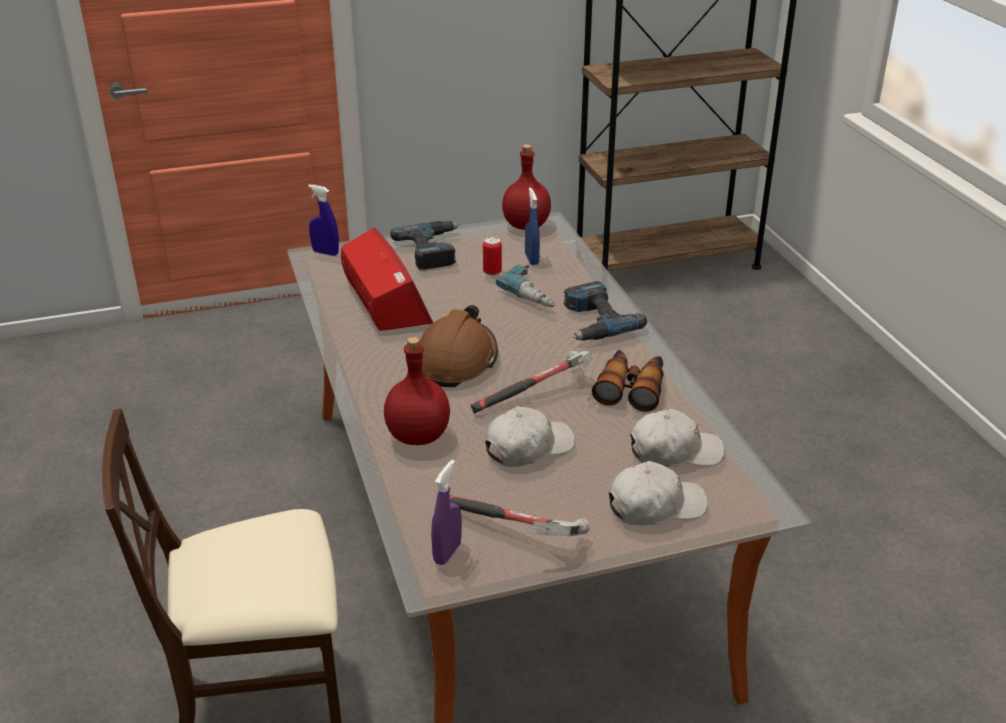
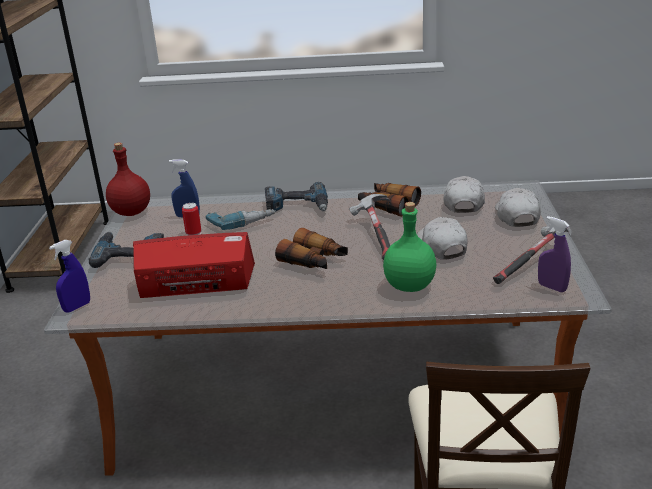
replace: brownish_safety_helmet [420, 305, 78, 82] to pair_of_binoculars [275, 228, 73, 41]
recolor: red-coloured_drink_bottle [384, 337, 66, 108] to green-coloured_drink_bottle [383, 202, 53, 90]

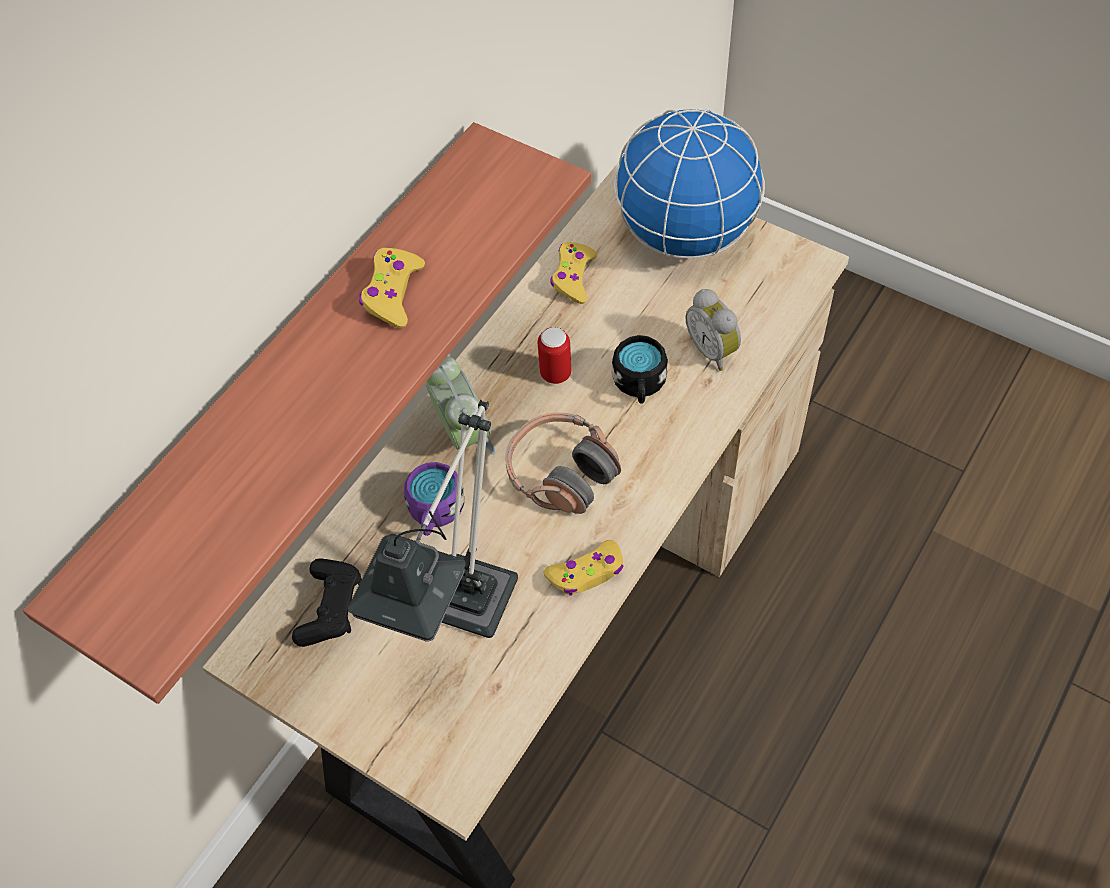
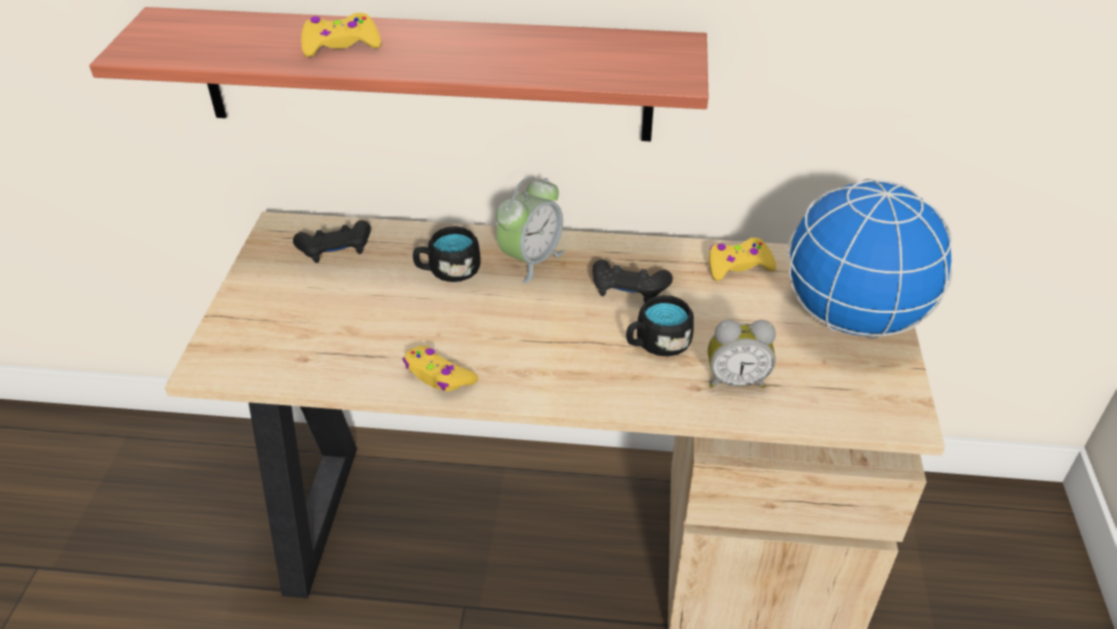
delete: table_lamp [348, 399, 170, 243]; headset [505, 413, 116, 101]
move: yellow-coloured_gamepad [359, 248, 66, 80] to [301, 13, 80, 44]
replace: can [538, 327, 33, 57] to black_gamepad [593, 259, 80, 43]
recolor: purple-coloured_mug [404, 462, 60, 74] to black_mug [413, 226, 67, 56]
rotate: alarm_clock [686, 289, 55, 82] = [708, 320, 68, 68] 120 degrees counterclockwise

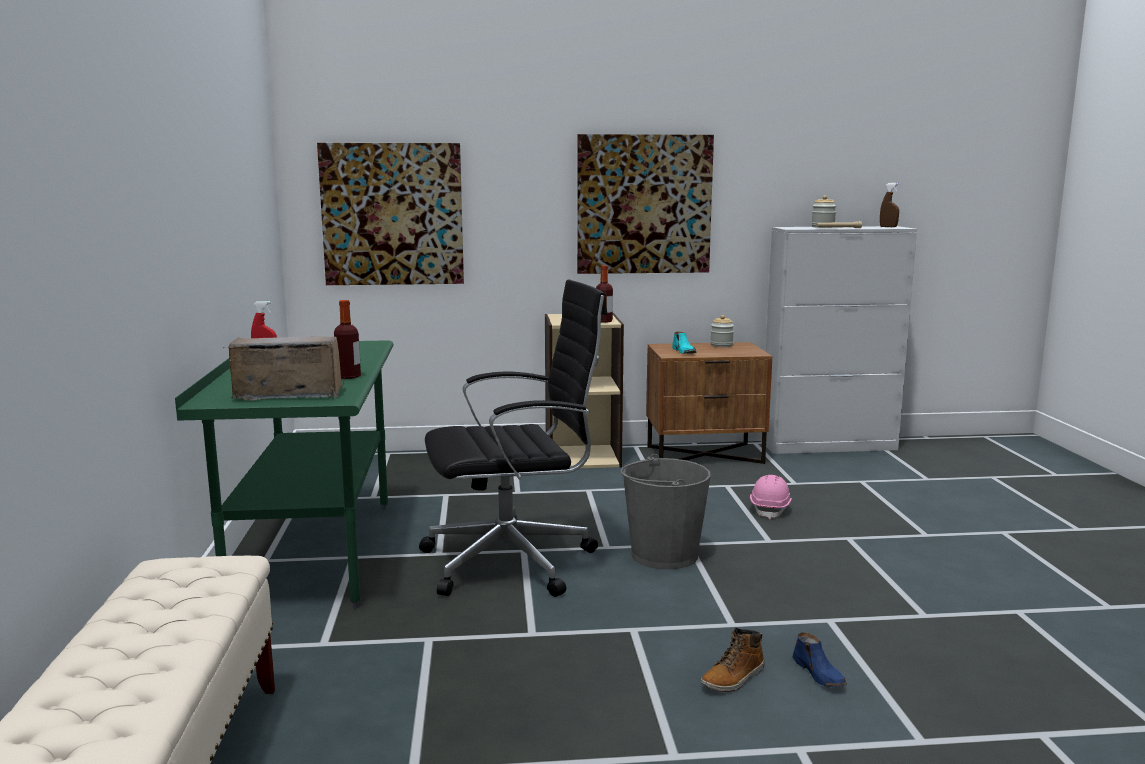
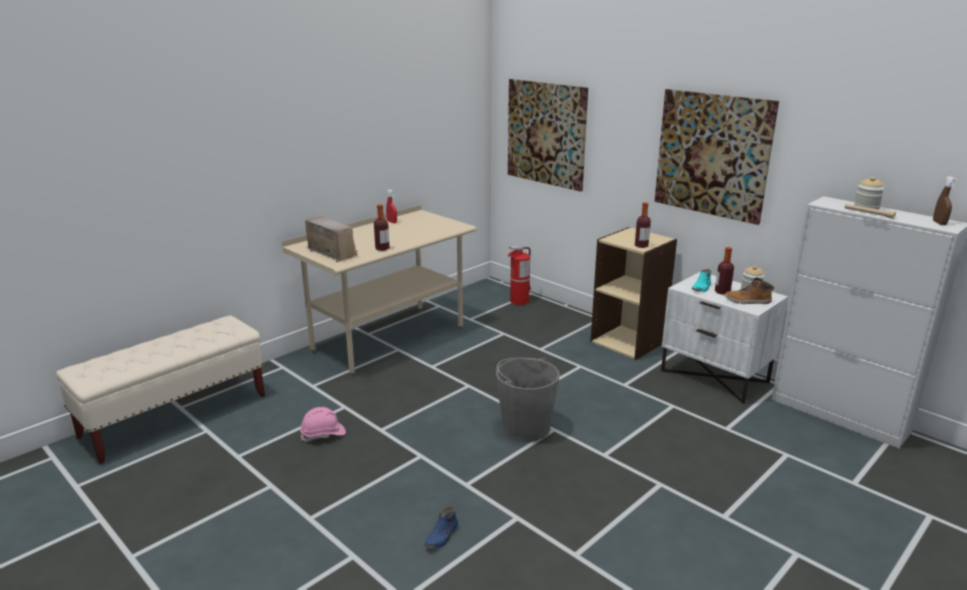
delete: black_desk_chair [419, 279, 188, 318]
insert: fire-fighting_cylinder [508, 246, 23, 59]; drink_bottle [715, 247, 19, 48]
move: pink-coloured_safety_helmet [750, 475, 42, 44] to [300, 407, 46, 35]; tall_boot [701, 628, 64, 64] to [725, 277, 49, 27]
recolor: green-coloured_desk [175, 340, 219, 268] to beige-coloured_desk [282, 205, 194, 171]; brownish_bedside_table [646, 342, 126, 122] to white_bedside_table [661, 272, 127, 132]

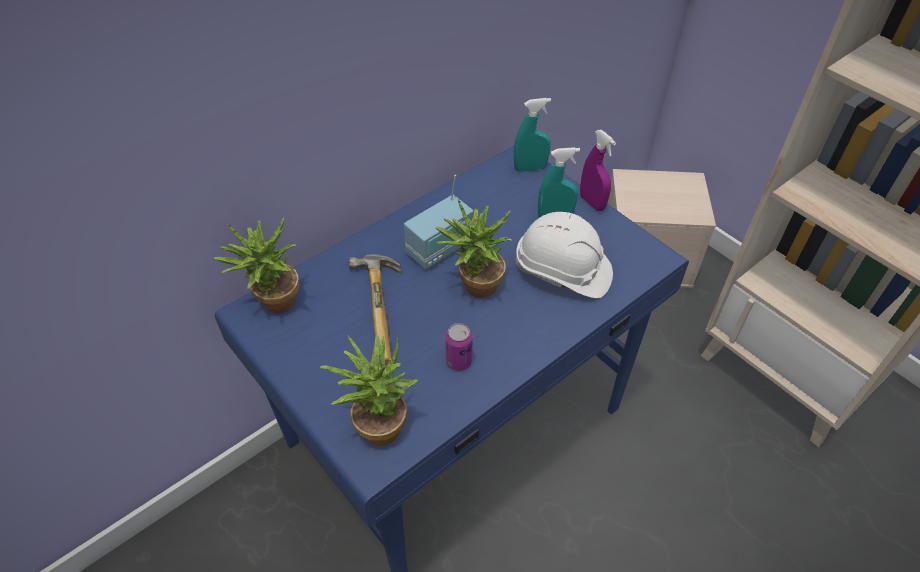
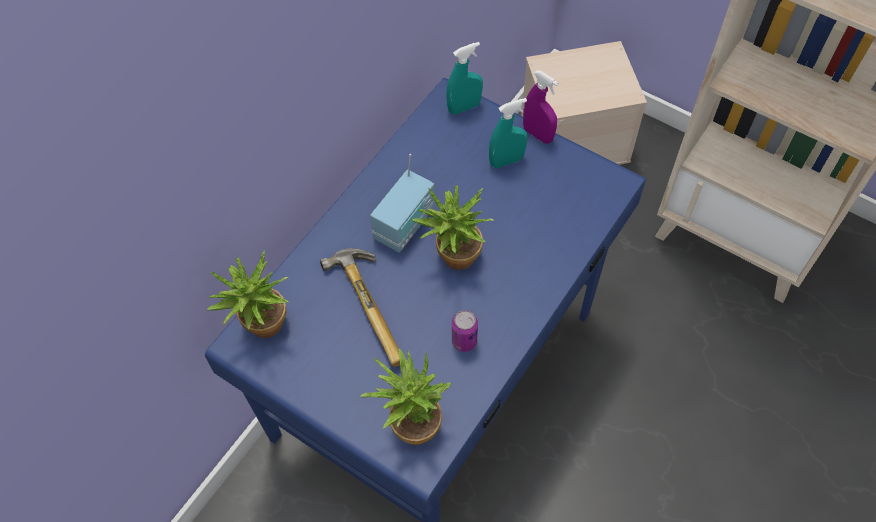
delete: white_safety_helmet [515, 212, 98, 86]

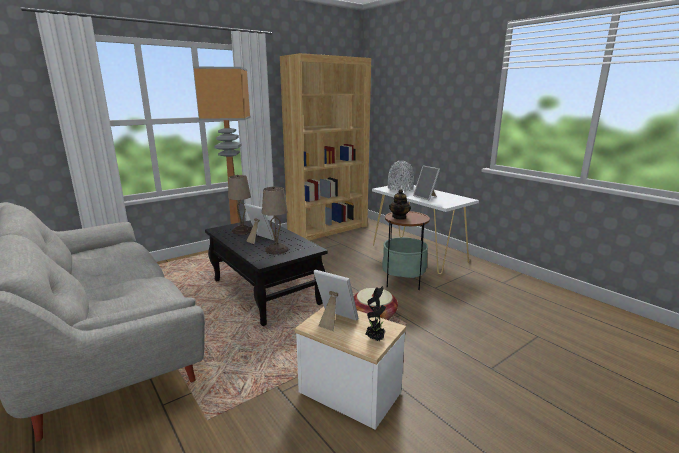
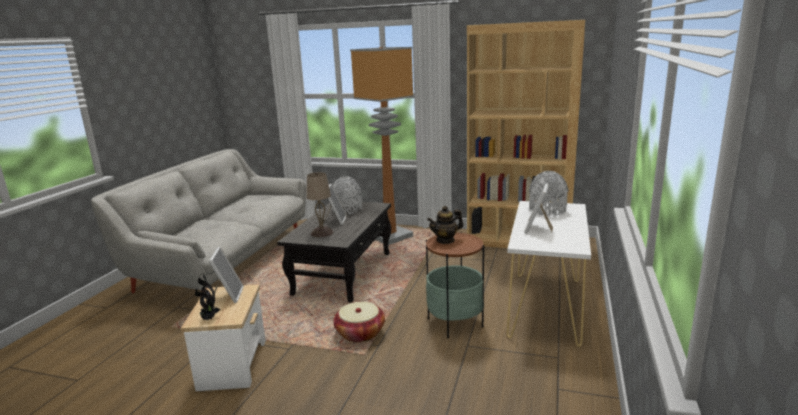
replace: beige-coloured_table_lamp [228, 175, 24, 60] to gray_flower_vase [332, 176, 30, 38]

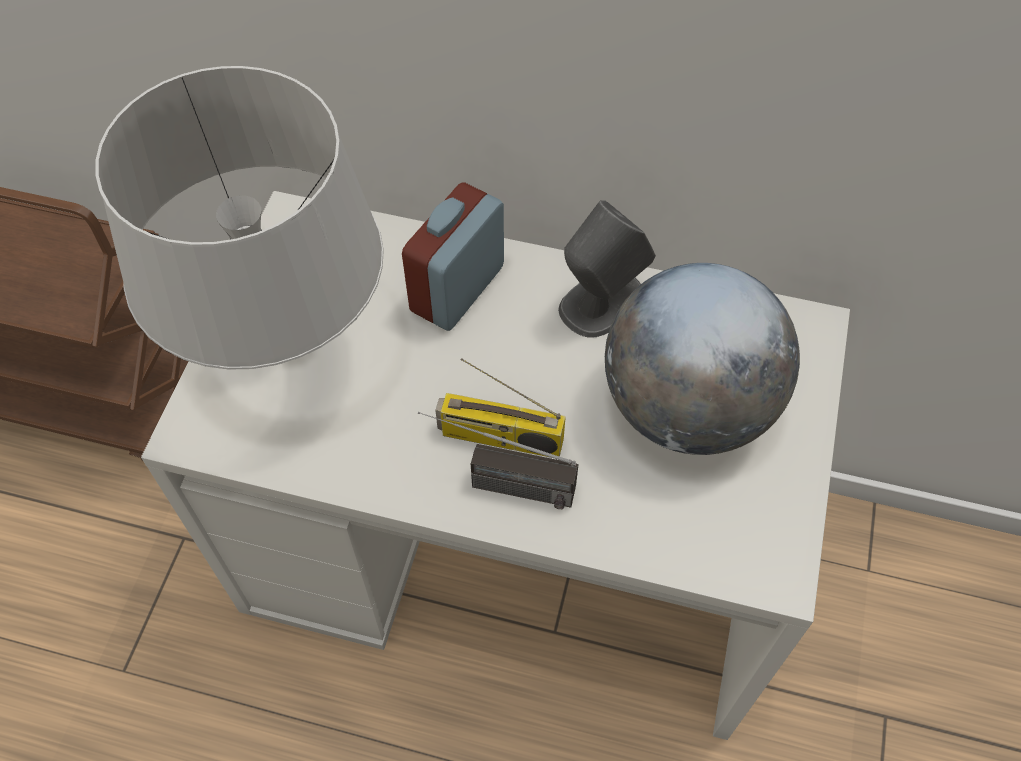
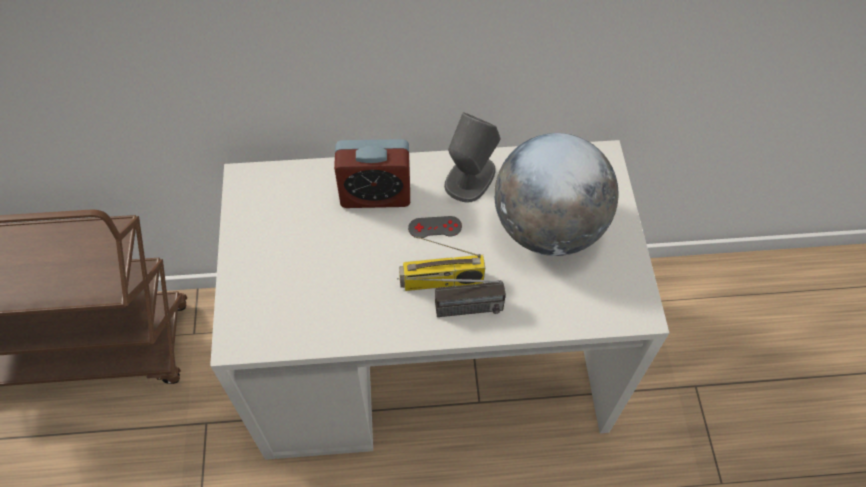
delete: gray_table_lamp [96, 66, 288, 304]
insert: gray_gamepad [408, 216, 54, 22]
rotate: alarm_clock [402, 182, 102, 149] = [334, 139, 76, 69] 105 degrees counterclockwise

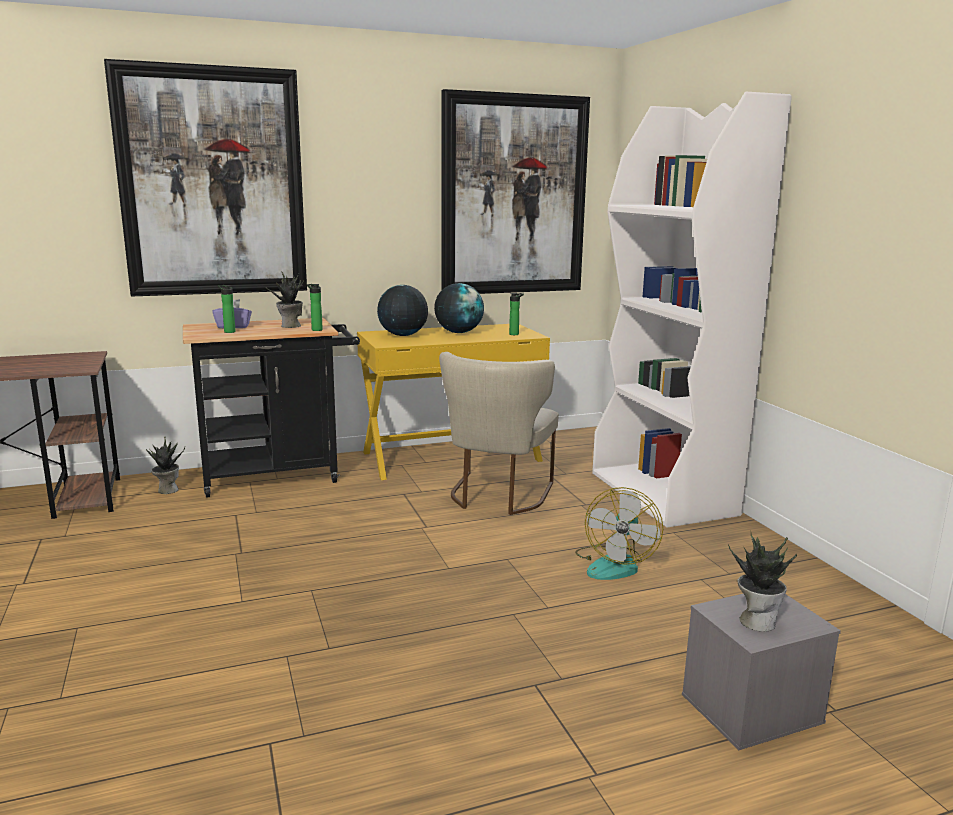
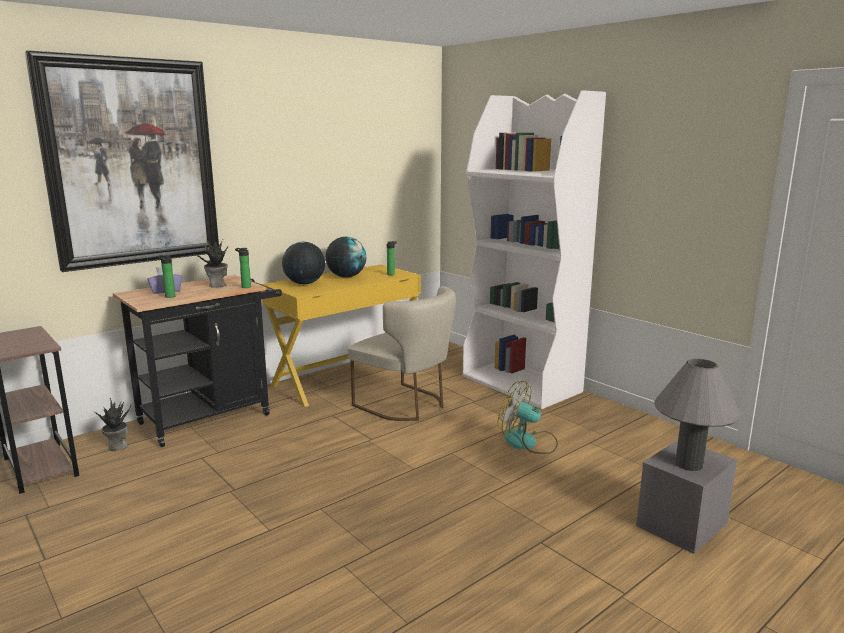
delete: wall_picture [441, 89, 149, 205]
replace: potted_plant [728, 530, 69, 102] to gray_table_lamp [654, 359, 87, 112]
rotate: beige-coloured_plain_chair [439, 352, 120, 163] = [348, 286, 108, 135] 45 degrees counterclockwise; fan [575, 487, 88, 93] = [498, 381, 60, 73] 120 degrees clockwise

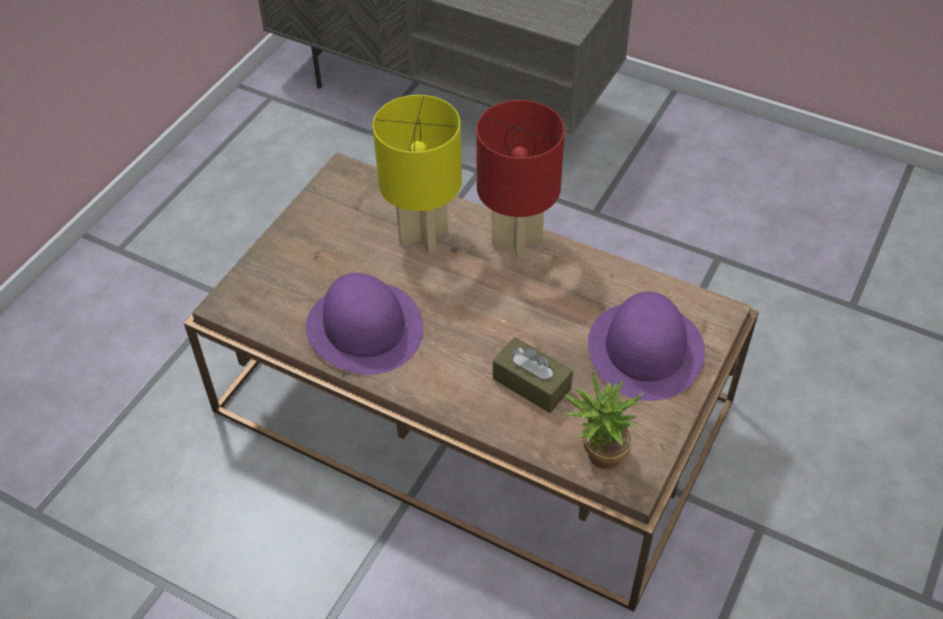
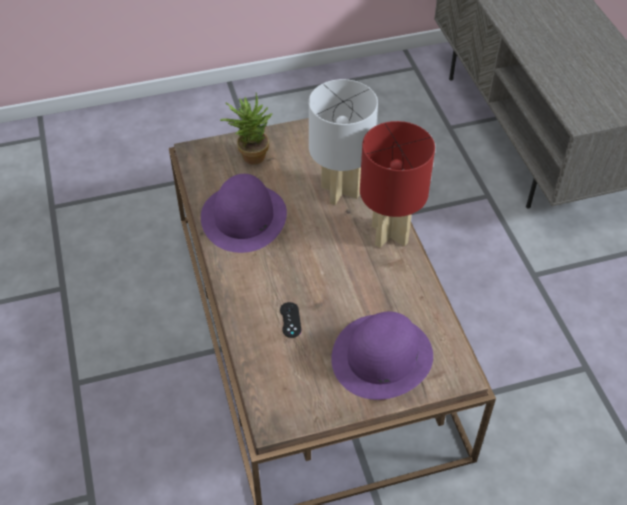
move: potted_plant [562, 372, 81, 97] to [220, 93, 53, 72]
replace: brownish_tissue_holder [493, 337, 80, 76] to black_gamepad [280, 302, 21, 36]
recolor: yellow-coloured_table_lamp [372, 95, 90, 159] to white_table_lamp [309, 79, 69, 126]

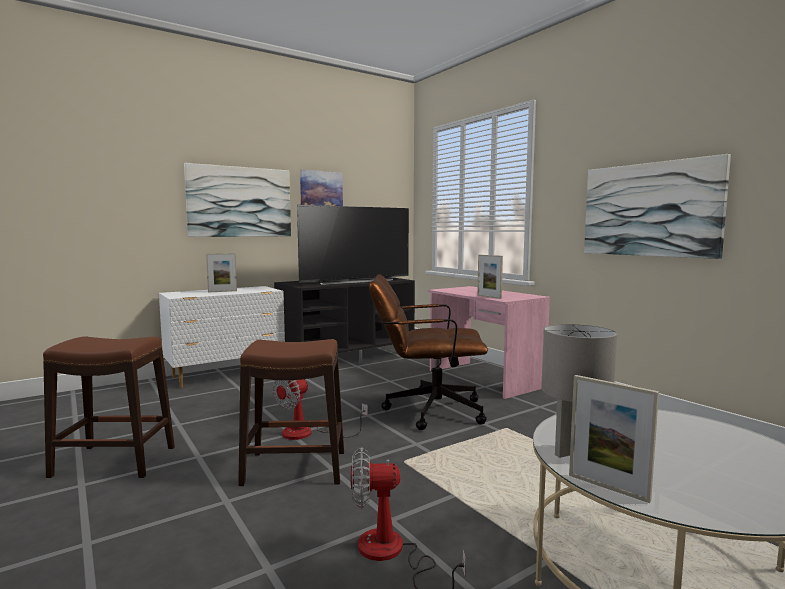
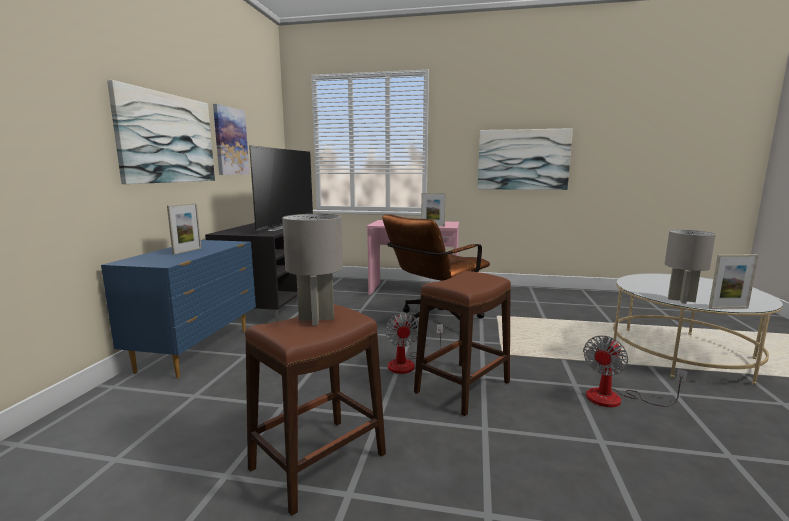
insert: gray_table_lamp [282, 214, 61, 112]
recolor: white_dresser [159, 286, 126, 102] to bluish_dresser [101, 240, 155, 138]

